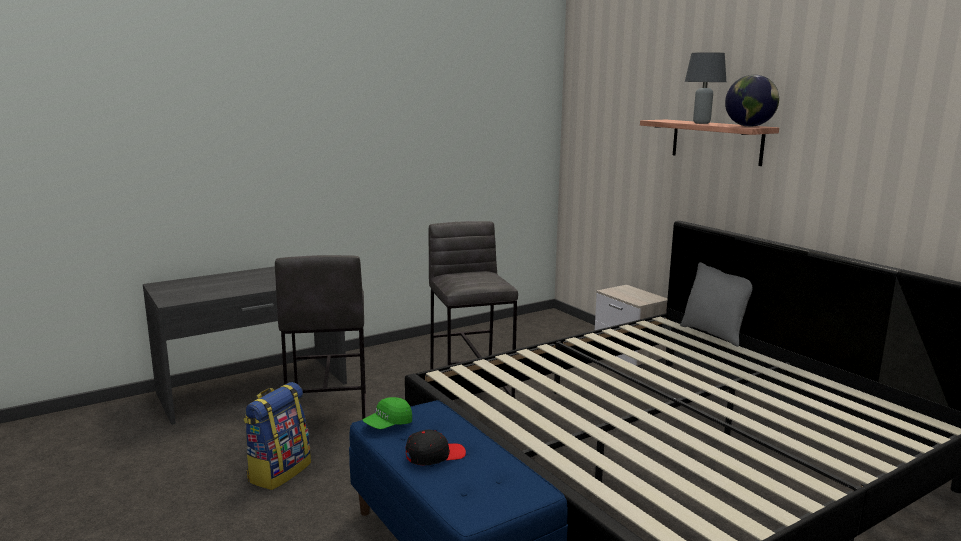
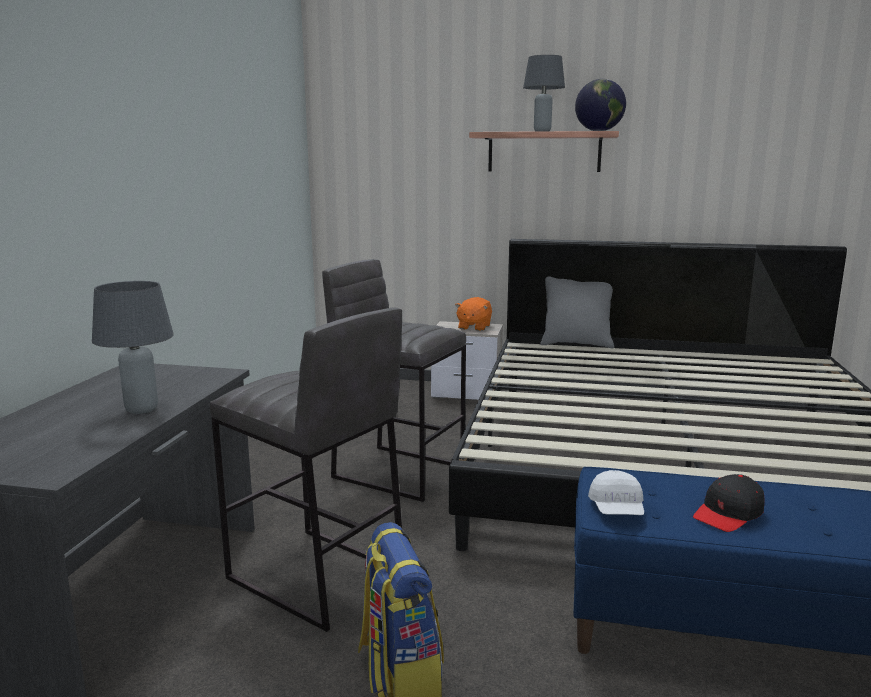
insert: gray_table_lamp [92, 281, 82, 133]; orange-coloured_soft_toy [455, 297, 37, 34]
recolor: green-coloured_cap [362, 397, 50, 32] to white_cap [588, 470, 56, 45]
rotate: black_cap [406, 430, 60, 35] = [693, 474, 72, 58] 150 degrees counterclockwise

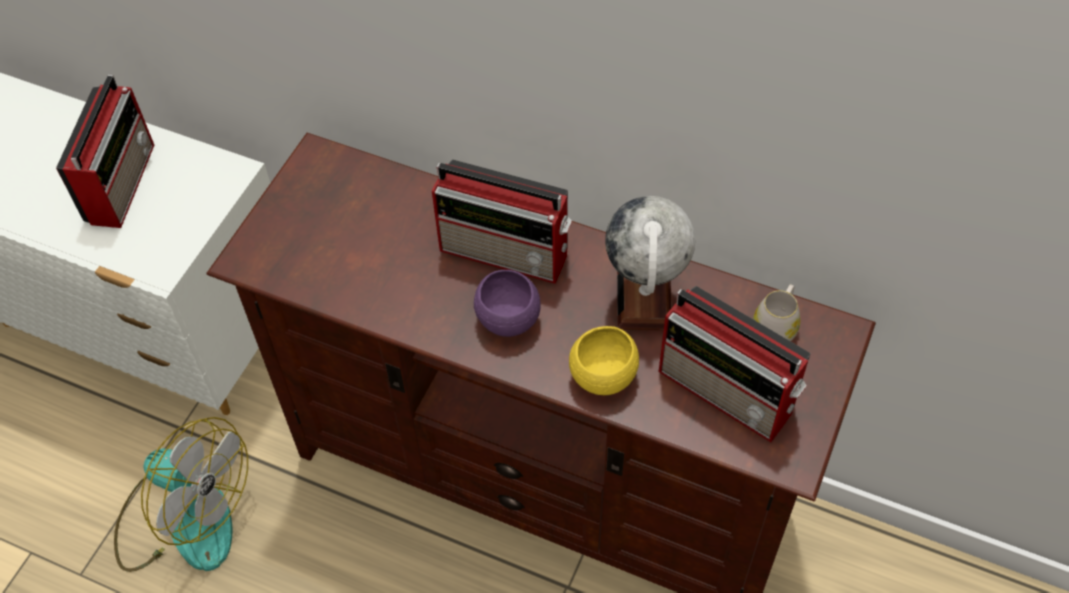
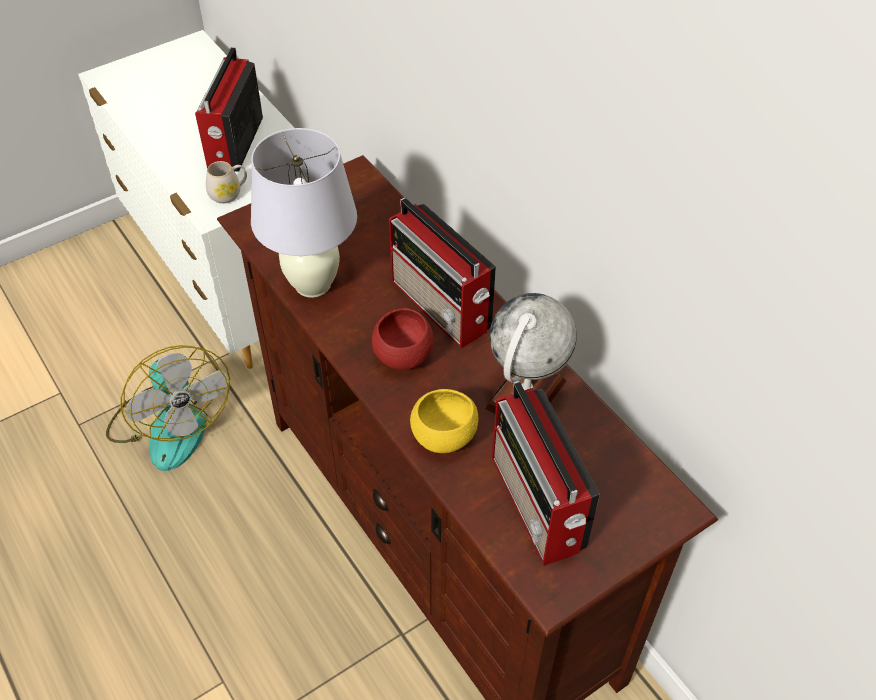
insert: white_table_lamp [251, 128, 106, 170]
move: white_mug [753, 284, 47, 57] to [206, 161, 41, 43]
recolor: purple-coloured_deep_dish [474, 270, 67, 67] to red-coloured_deep_dish [372, 308, 62, 62]
rotate: radio_receiver [56, 75, 98, 153] = [195, 47, 68, 125] 150 degrees clockwise

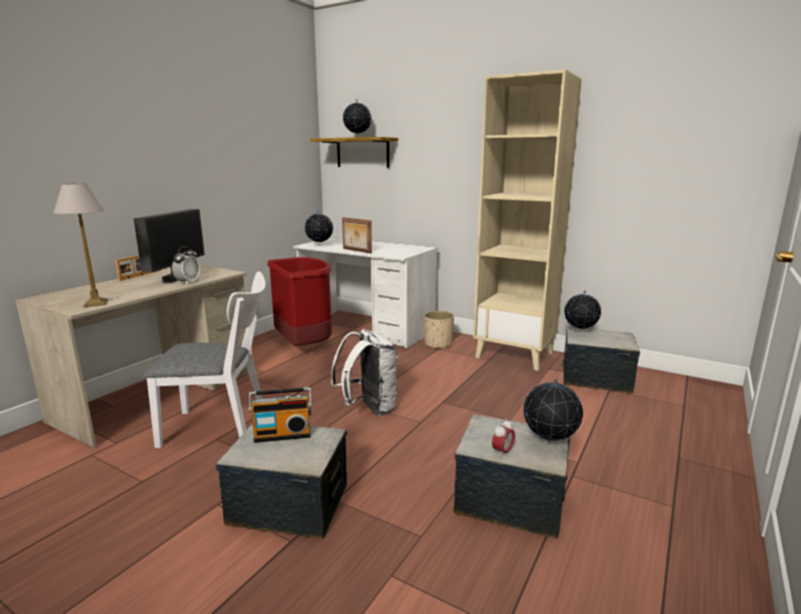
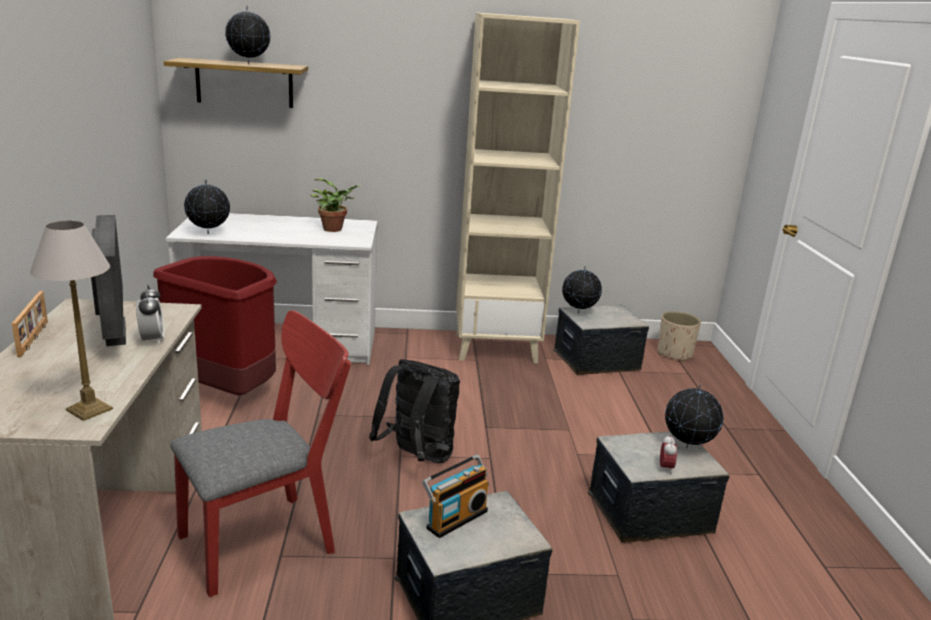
delete: picture_frame [342, 217, 30, 37]
insert: potted_plant [310, 178, 51, 54]
move: beige-coloured_planter [424, 311, 30, 38] to [658, 311, 43, 50]
recolor: white_plain_chair [144, 271, 121, 177] to red-coloured_plain_chair [170, 310, 181, 287]; white_knapsack [331, 329, 67, 87] to black_knapsack [369, 359, 91, 104]

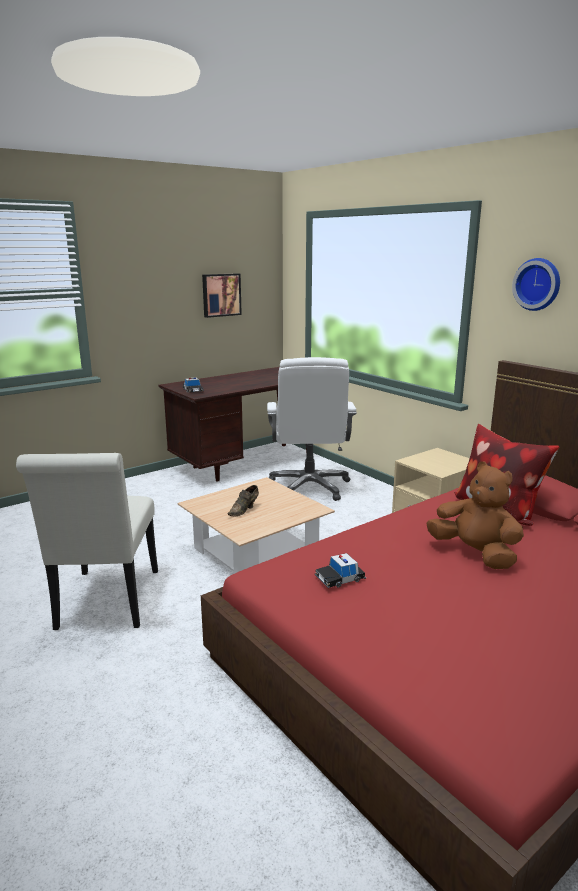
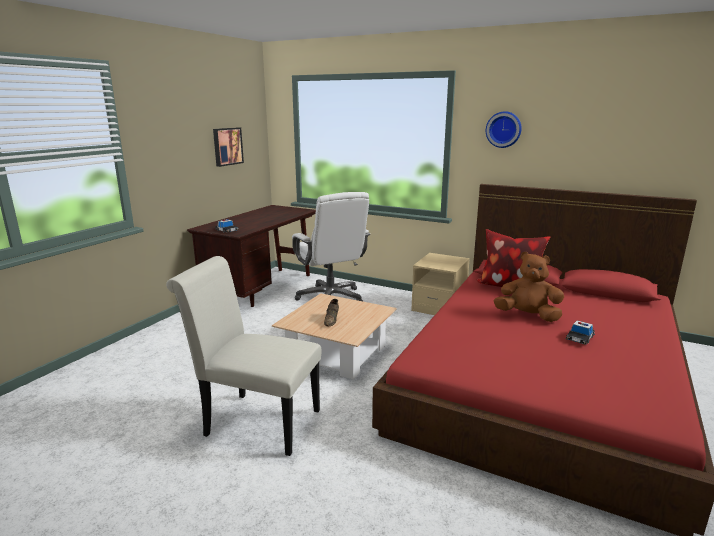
move: miniature_car [315, 553, 51, 35] to [565, 320, 30, 25]
rotate: white_plain_chair [16, 453, 142, 177] = [166, 256, 155, 200] 135 degrees clockwise

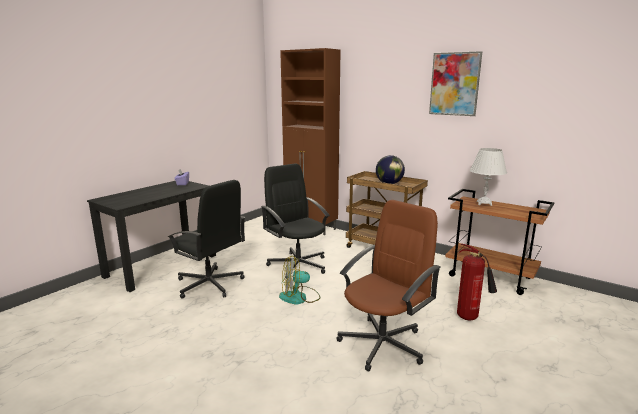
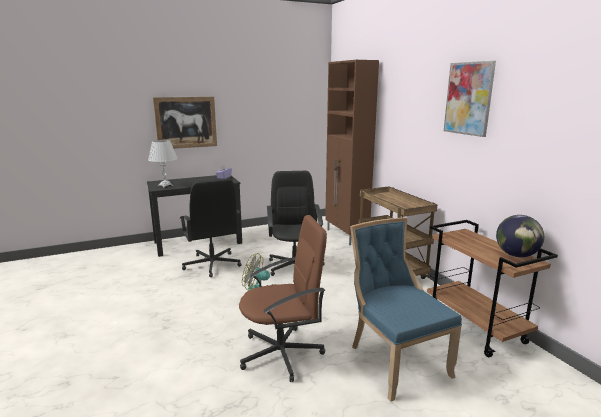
insert: wall_picture [153, 97, 64, 52]
move: white_table_lamp [470, 148, 37, 58] to [148, 140, 30, 48]; globe [376, 155, 29, 29] to [496, 215, 48, 42]
replace: fire-fighting_cylinder [457, 244, 40, 77] to bluish_plain_chair [350, 217, 112, 185]

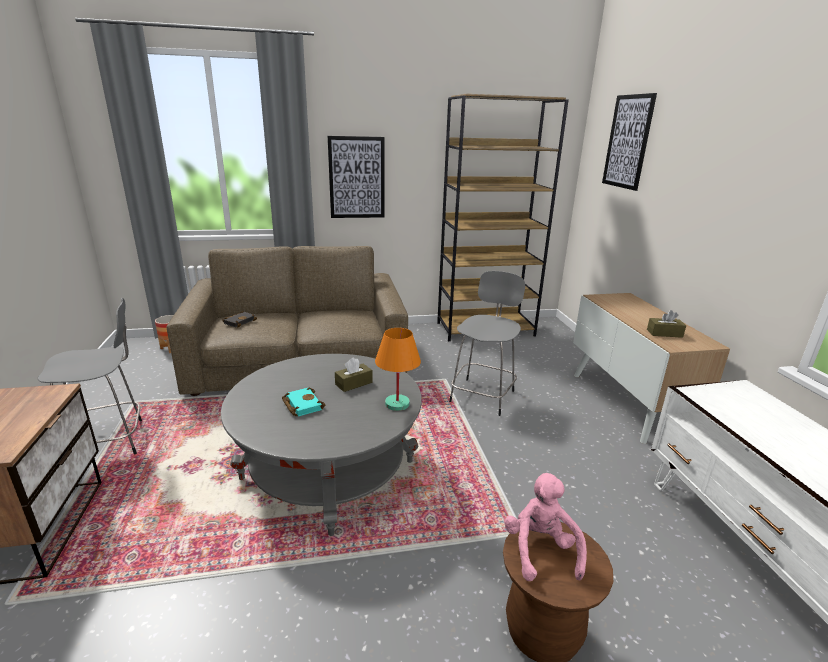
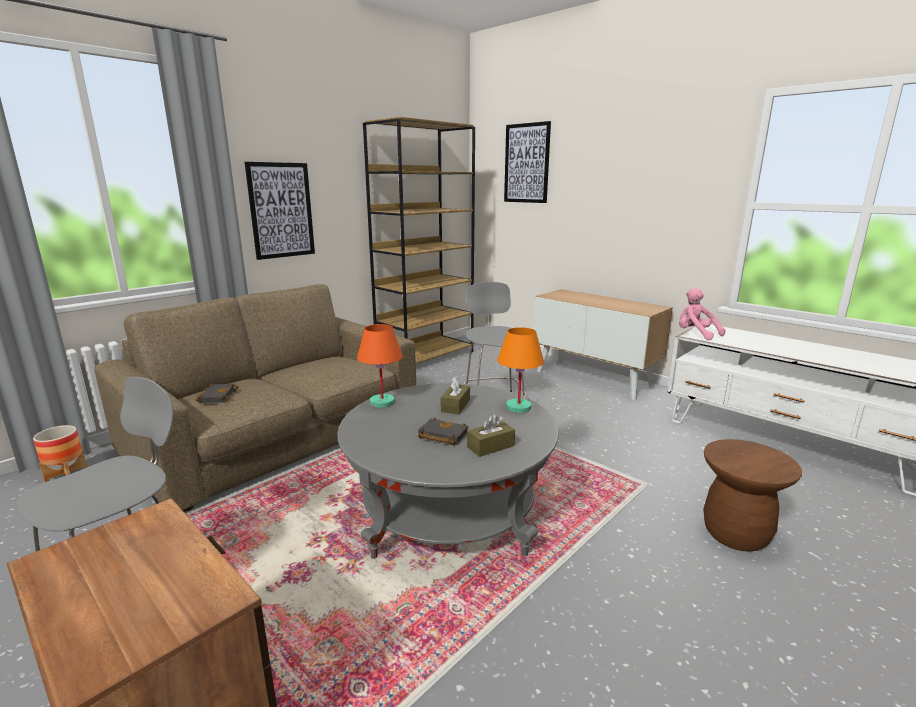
insert: orange-coloured_table_lamp [357, 324, 46, 84]
move: brownish_tissue_holder [647, 310, 39, 28] to [467, 414, 48, 43]; pink-coloured_soft_toy [504, 473, 83, 108] to [679, 288, 47, 52]
recolor: turquoise-coloured_bound_book [282, 387, 43, 29] to black_bound_book [418, 418, 50, 27]

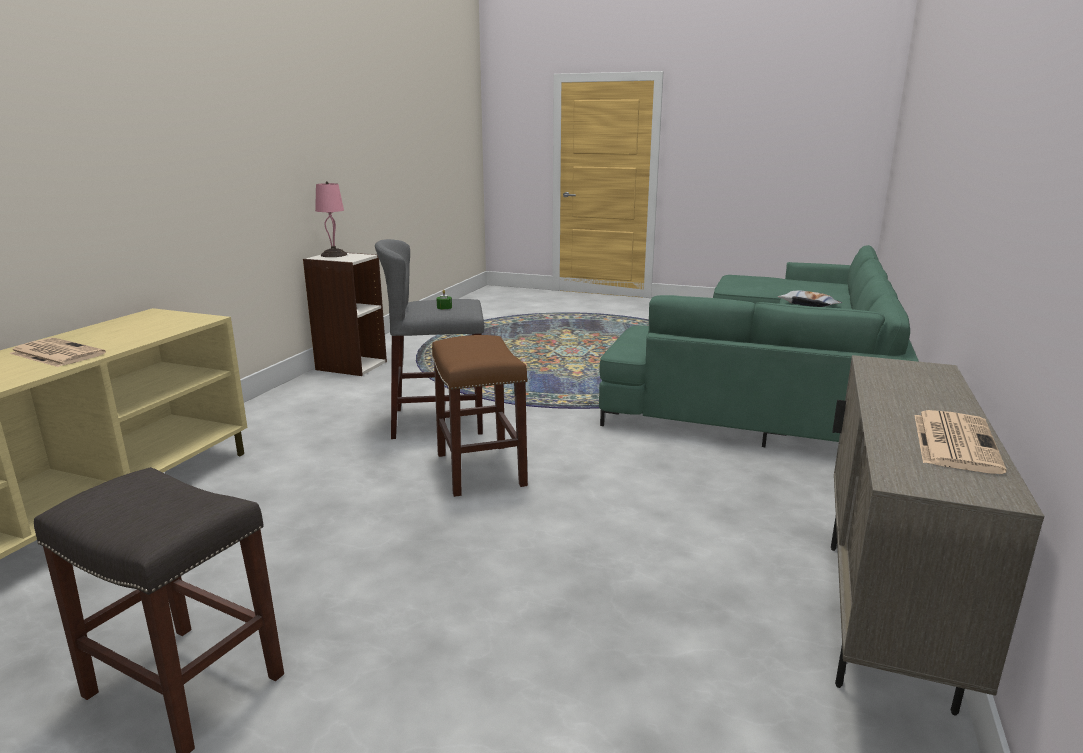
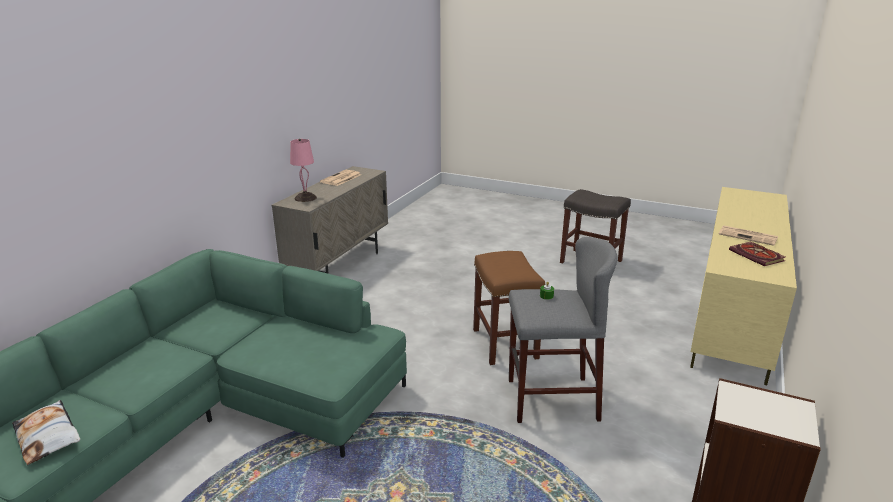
insert: bound_book [729, 242, 56, 24]
move: pink-coloured_table_lamp [315, 181, 32, 76] to [290, 139, 27, 63]

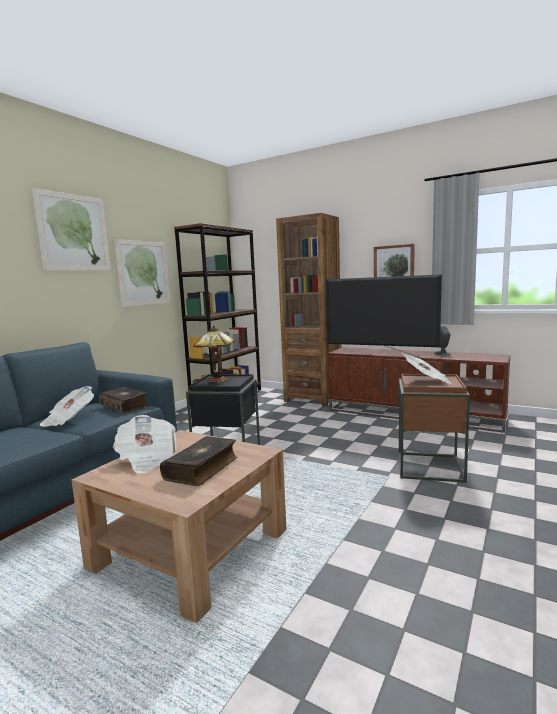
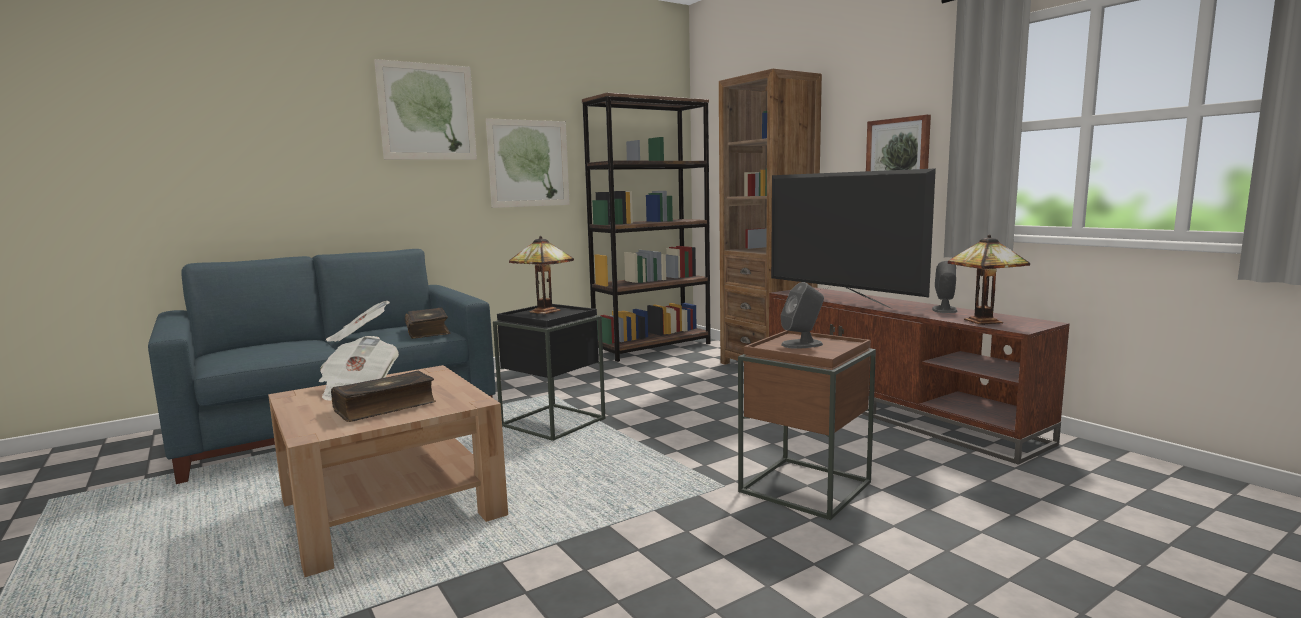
insert: table_lamp [948, 234, 82, 91]
replace: newspaper [402, 354, 50, 30] to gray_audio_speaker [781, 282, 43, 67]

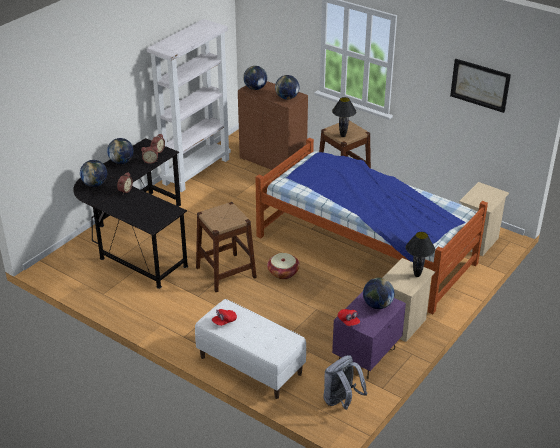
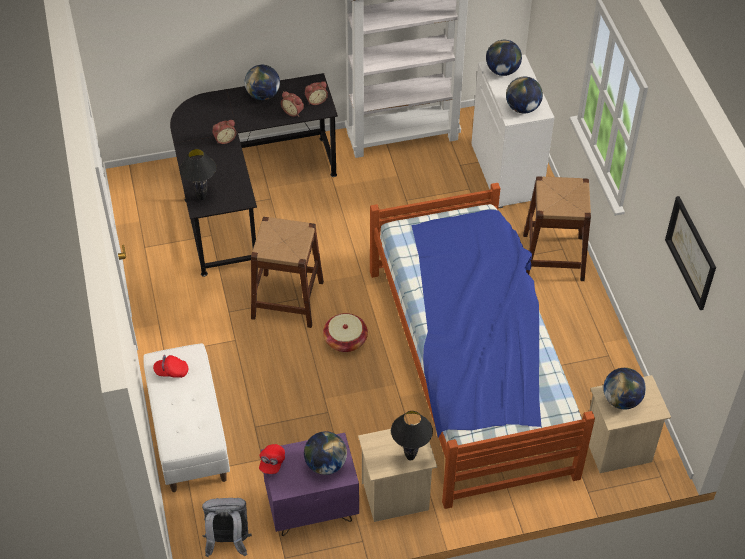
move: black_table_lamp [332, 97, 24, 40] to [180, 149, 36, 51]; globe [80, 160, 27, 27] to [603, 368, 43, 41]
recolor: brownish_storage_cabinet [238, 81, 70, 92] to white_storage_cabinet [471, 55, 84, 153]

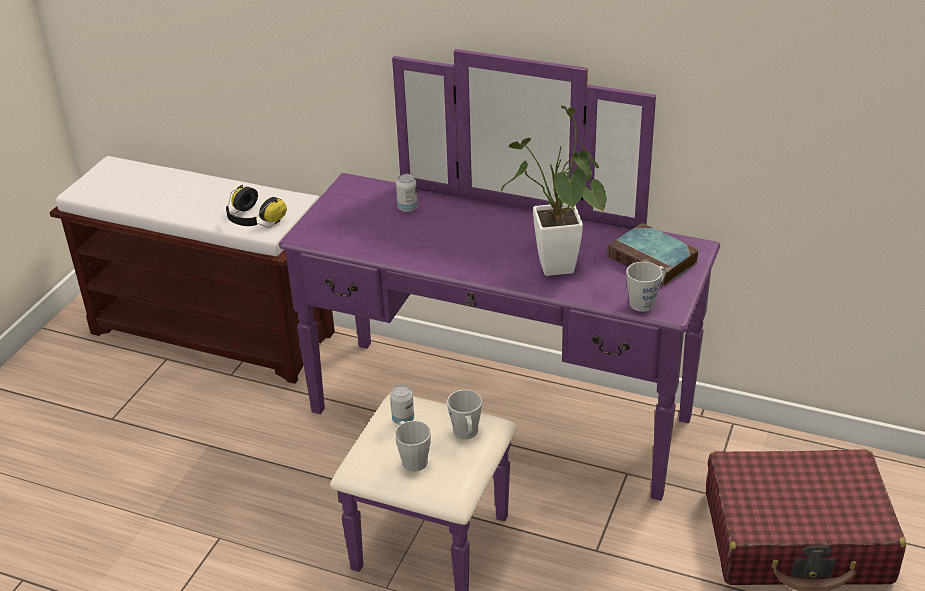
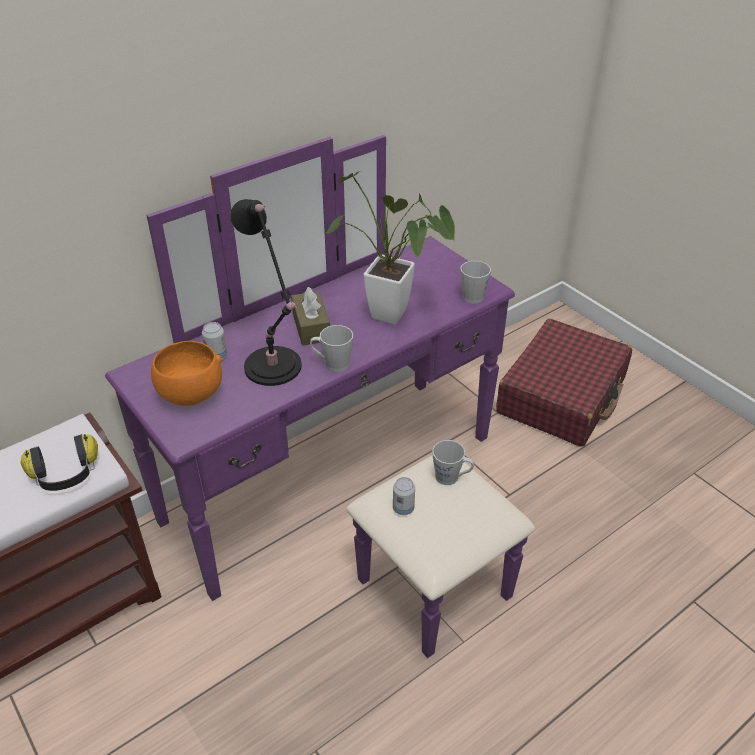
delete: bound_book [608, 223, 91, 62]
insert: black_table_lamp [230, 199, 72, 187]; brownish_tissue_holder [291, 287, 39, 59]; orange-coloured_deep_dish [151, 341, 71, 65]
move: gray_mug [395, 421, 36, 51] to [310, 325, 43, 47]

